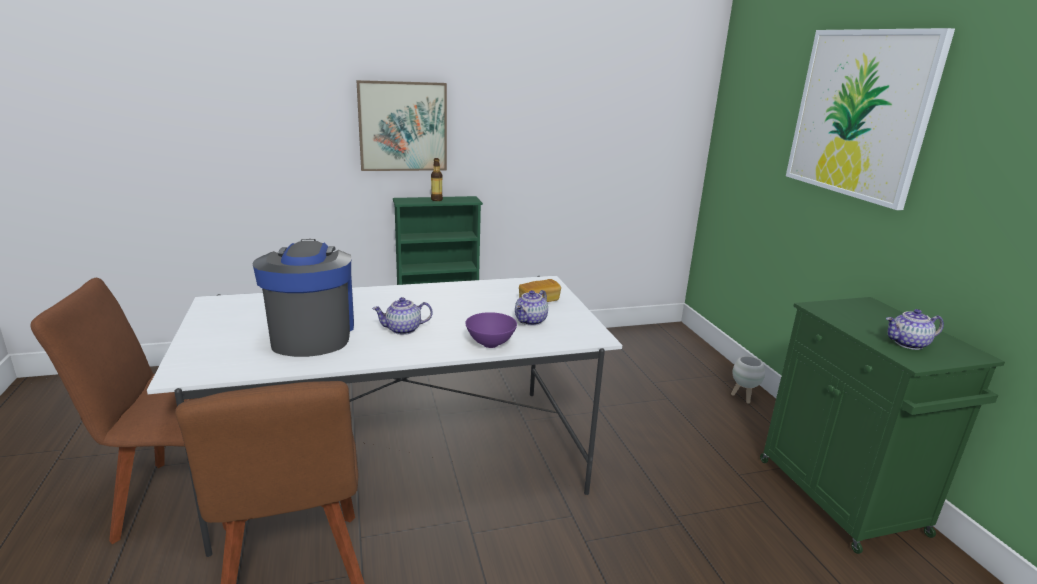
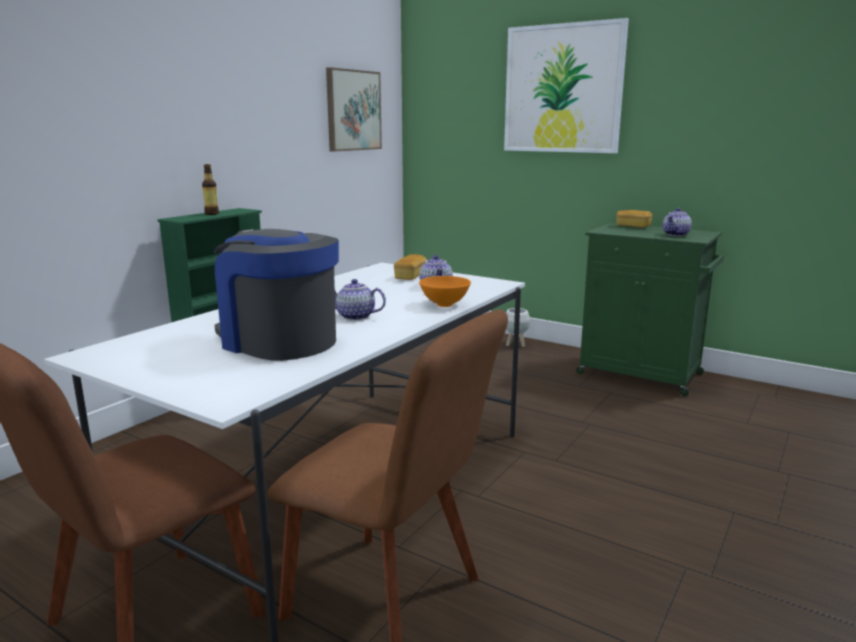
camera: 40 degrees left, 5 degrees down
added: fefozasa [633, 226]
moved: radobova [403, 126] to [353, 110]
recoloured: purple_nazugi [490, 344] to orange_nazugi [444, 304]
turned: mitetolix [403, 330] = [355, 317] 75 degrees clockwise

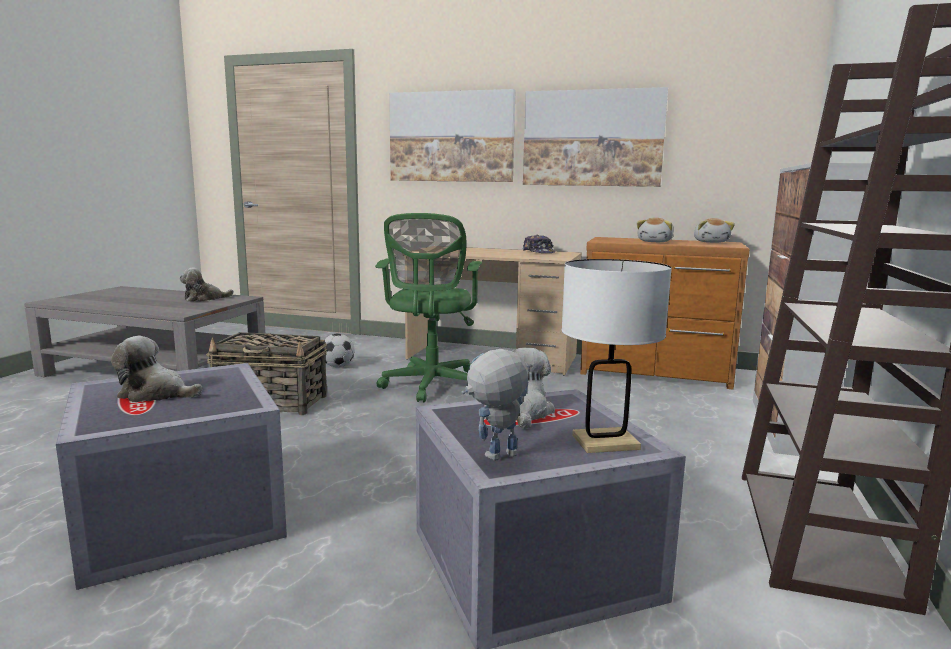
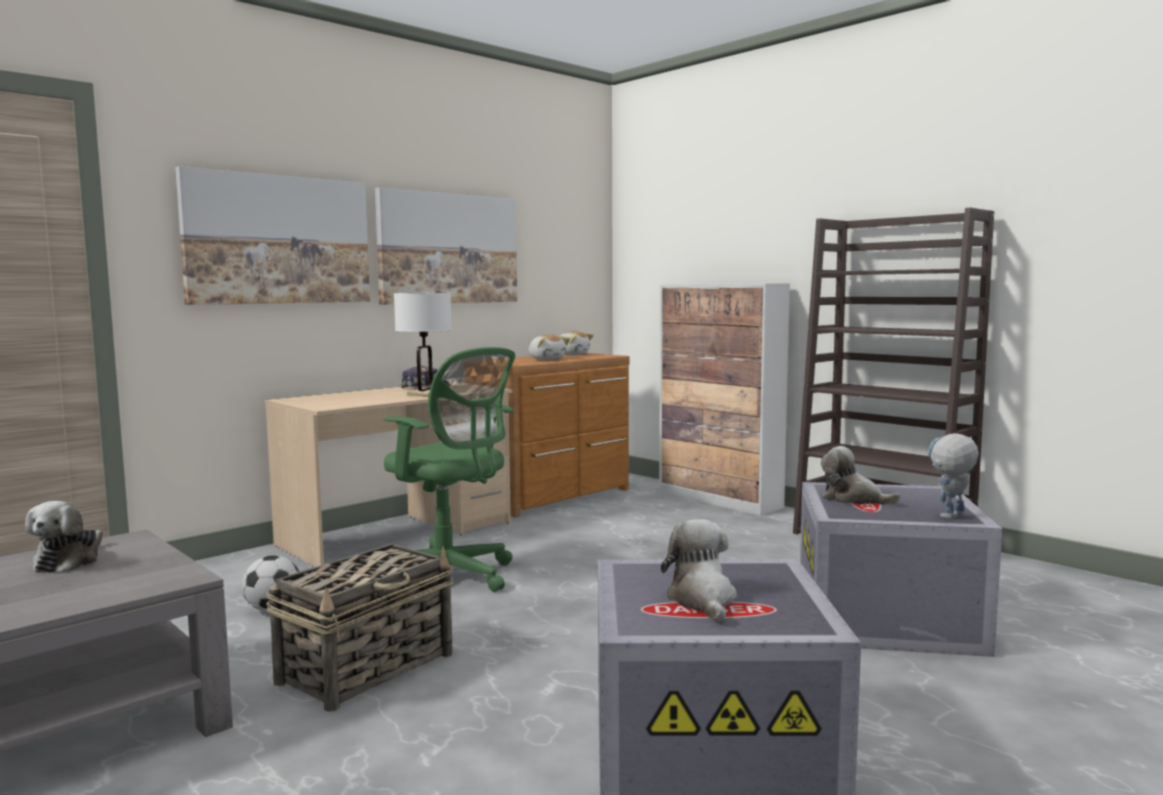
camera: 60 degrees left, 5 degrees down
moved: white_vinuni [605, 442] to [425, 394]
turned: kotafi [156, 394] = [702, 600] 135 degrees clockwise; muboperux [495, 458] = [950, 518] 60 degrees clockwise

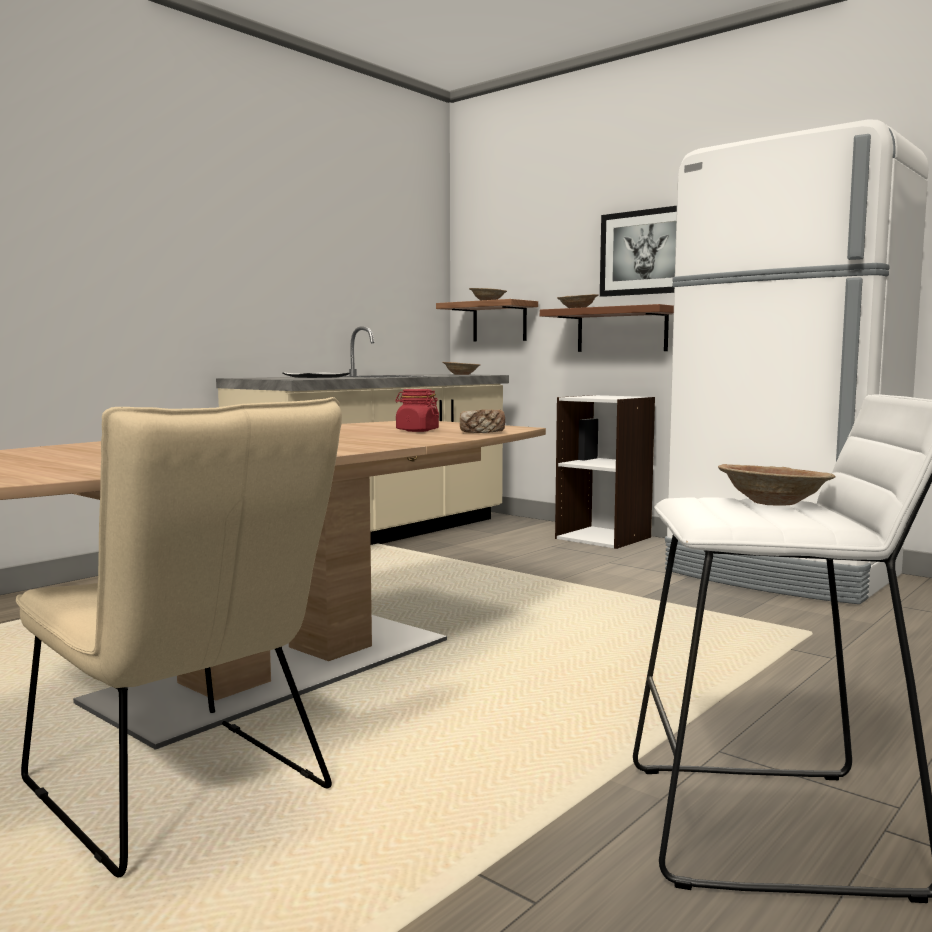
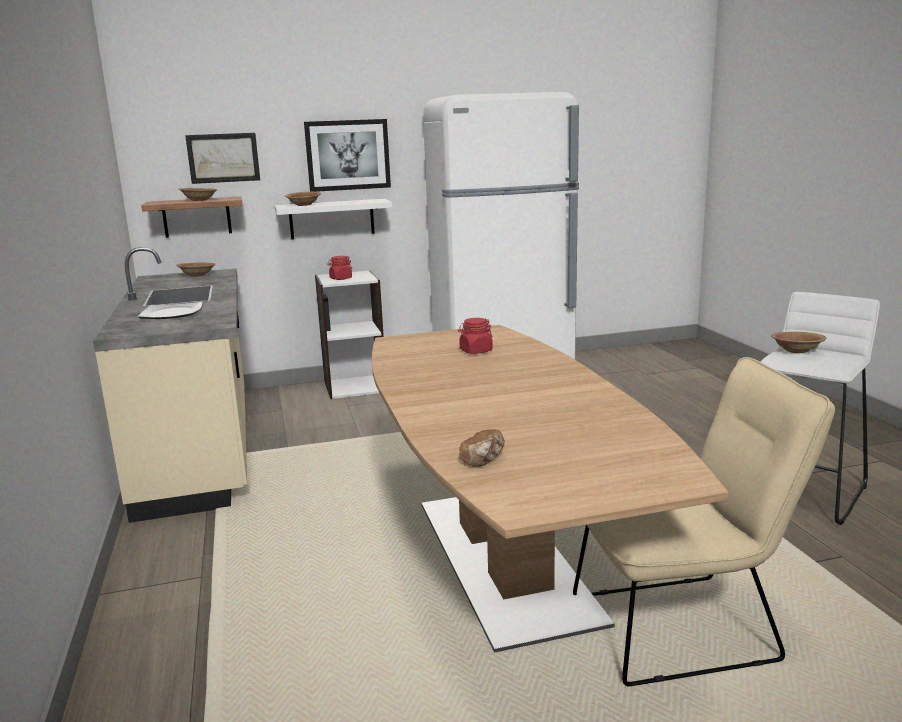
camera: 55 degrees left, 10 degrees up
added: radobova [223, 158]; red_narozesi [340, 278]
moved: fefozasa [482, 432] to [484, 459]
recoloured: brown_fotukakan [621, 330] to white_fotukakan [331, 219]

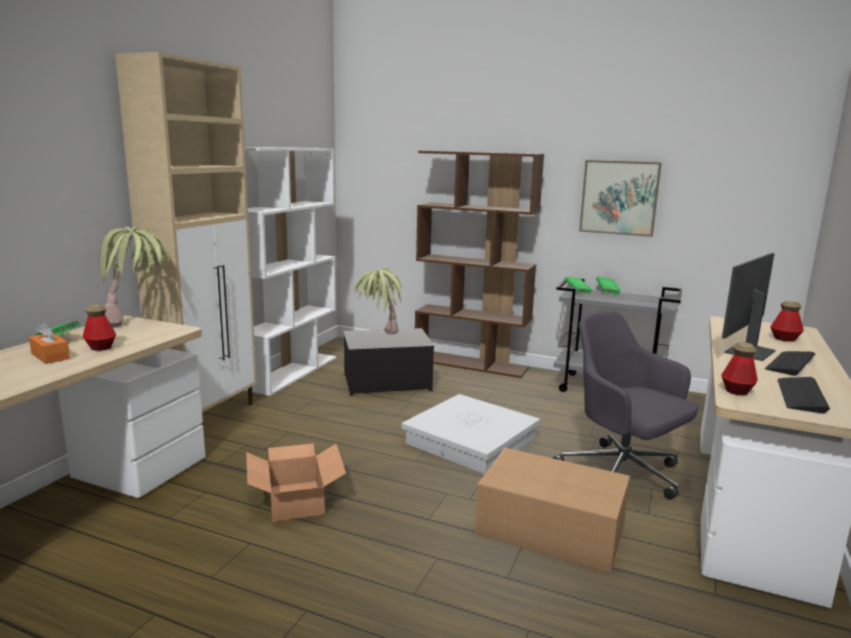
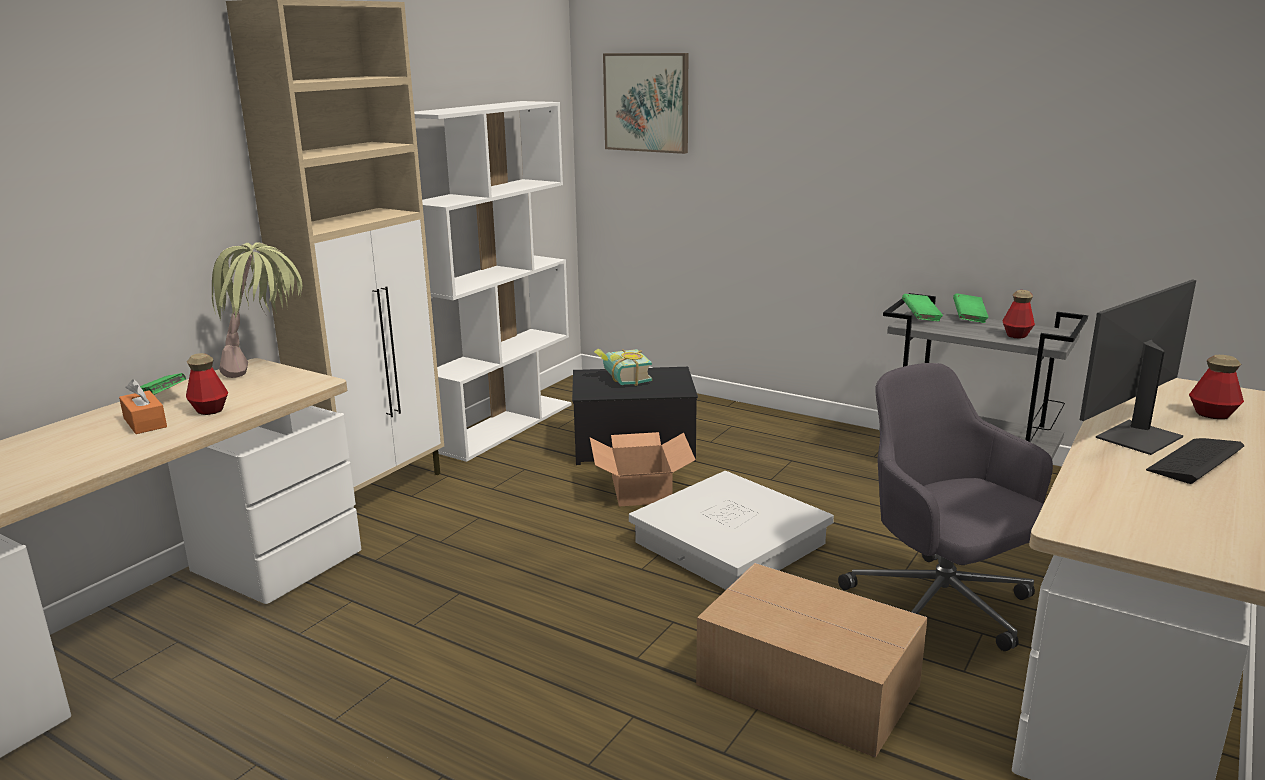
camera: 10 degrees right, 5 degrees up
removed: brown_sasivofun [471, 364]; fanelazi [801, 395]
moved: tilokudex [295, 501] to [640, 489]; radobova [619, 197] to [646, 102]; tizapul [737, 391] to [1016, 335]
replaced: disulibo [379, 336] to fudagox [622, 379]

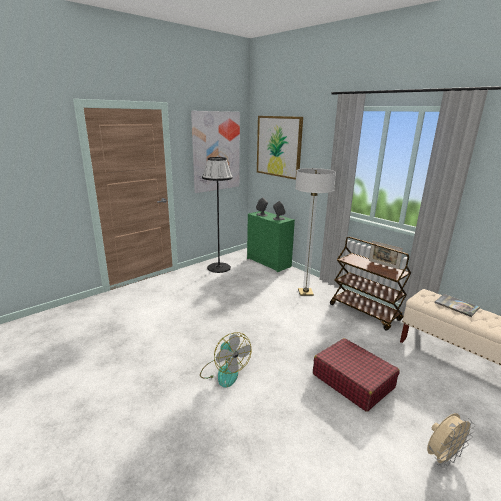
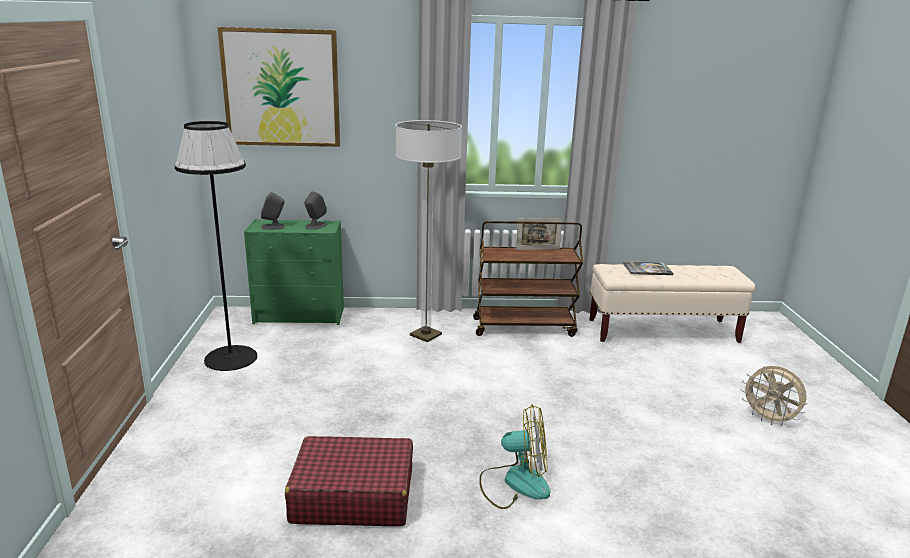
camera: 50 degrees left, 0 degrees up
removed: radobova [216, 151]
moved: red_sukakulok [352, 380] to [352, 496]
turned: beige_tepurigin [442, 457] = [769, 420] 120 degrees clockwise

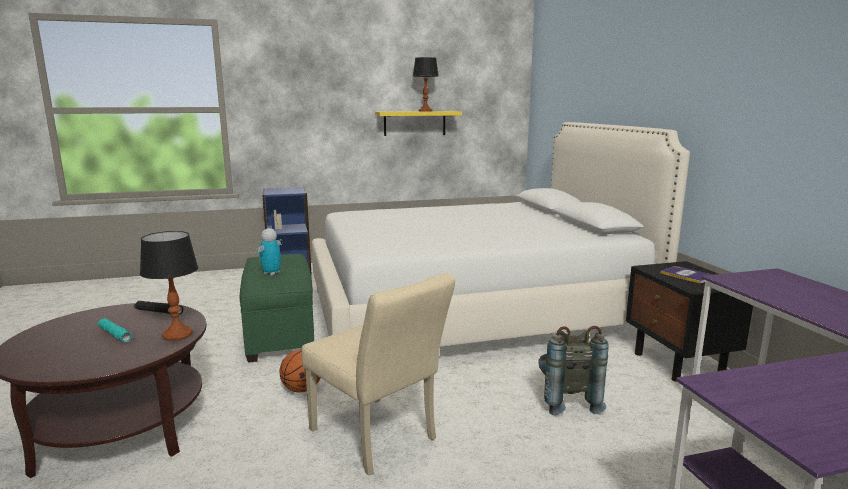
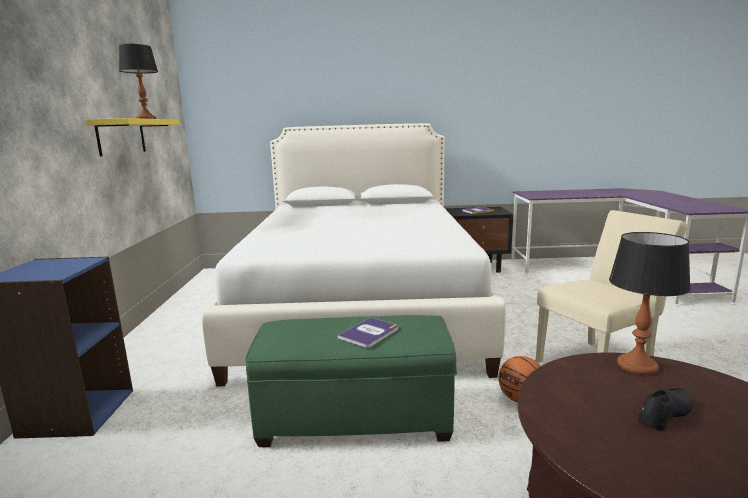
camera: 75 degrees left, 0 degrees up
removed: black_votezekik [159, 312]; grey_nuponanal [566, 400]
replaced: turquoise_votezekik [115, 334] to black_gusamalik [664, 413]; muboperux [271, 273] to fudagox [369, 333]

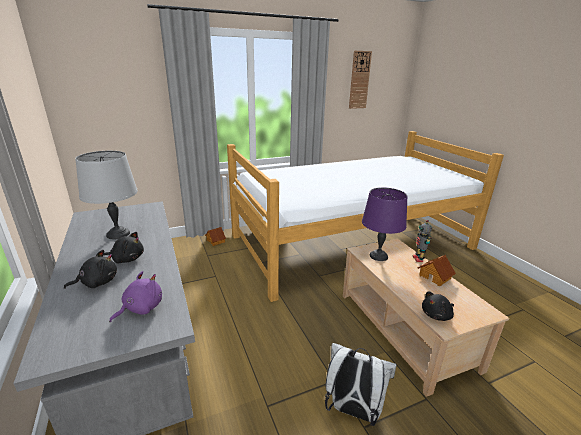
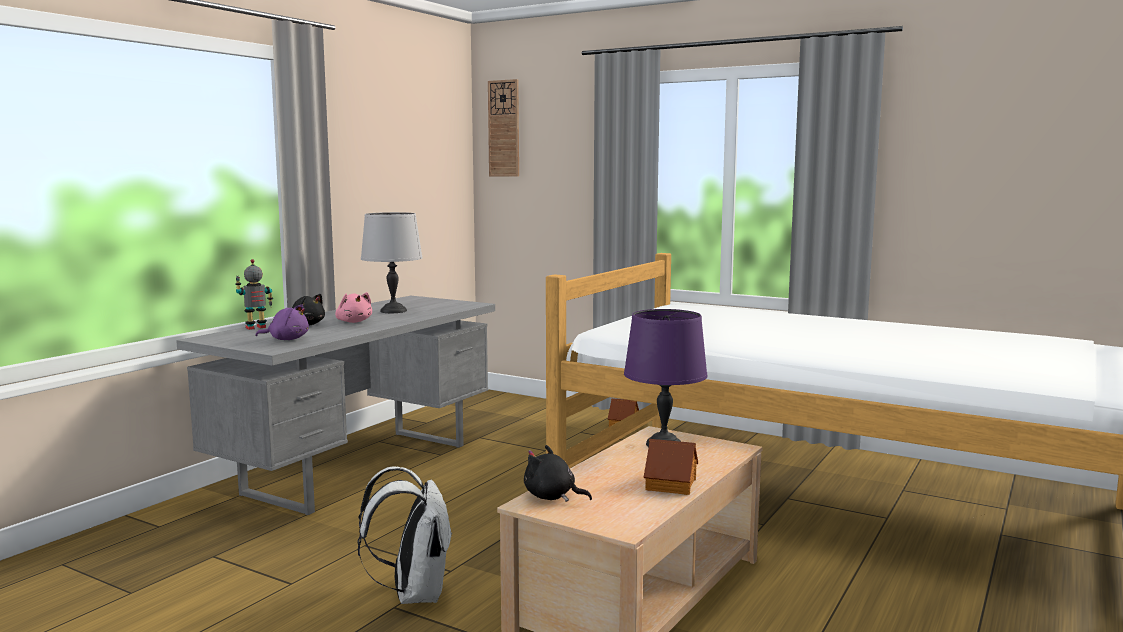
camera: 55 degrees right, 15 degrees down
moved: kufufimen [359, 80] to [504, 128]; muboperux [418, 259] to [256, 328]
recoloured: black_kotafi [127, 259] to pink_kotafi [354, 322]

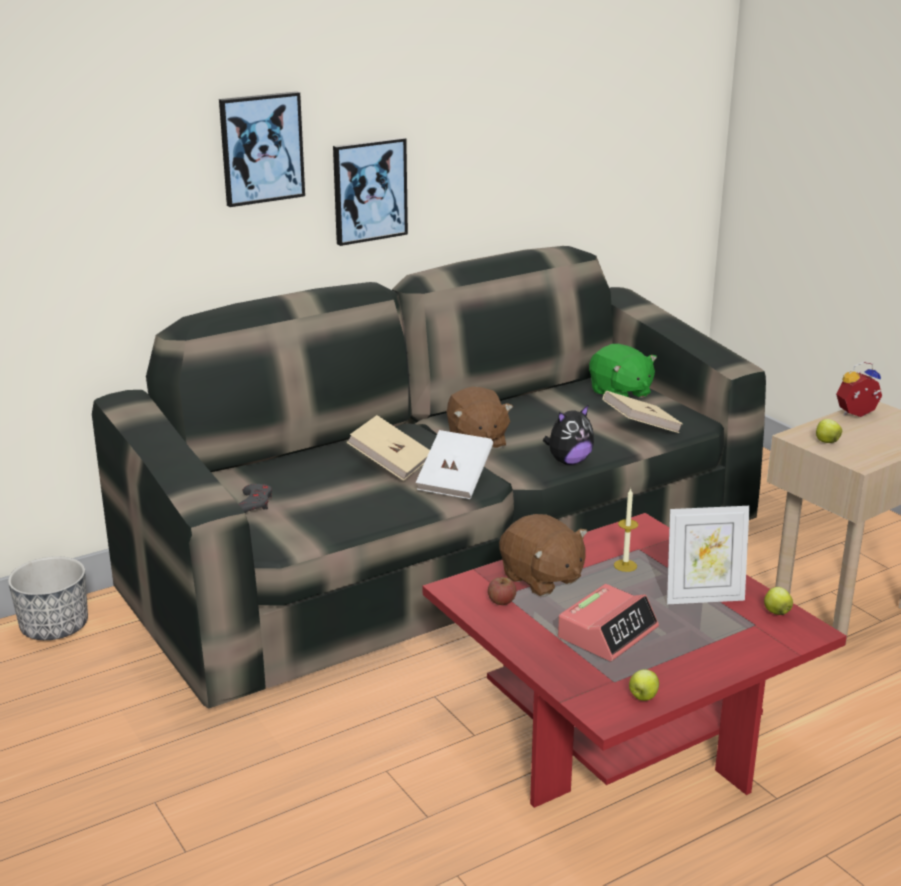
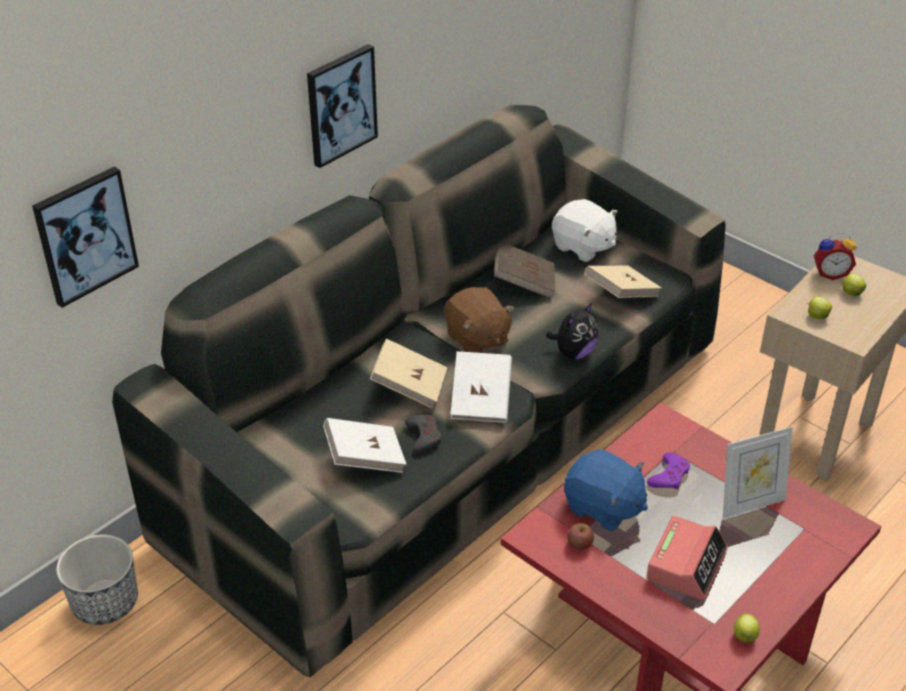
camera: 15 degrees left, 15 degrees up
added: white_fudagox [365, 459]; brown_fudagox [524, 282]
moved: radobova [261, 148] to [85, 235]; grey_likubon [254, 503] to [423, 436]; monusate [776, 612] to [851, 293]
replaced: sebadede [625, 565] to purple_likubon [669, 476]
recoloured: brown_kotafi [541, 579] to blue_kotafi [603, 507]; green_kotafi [620, 393] to white_kotafi [583, 247]
turned: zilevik [858, 415] = [830, 273] 150 degrees counterclockwise

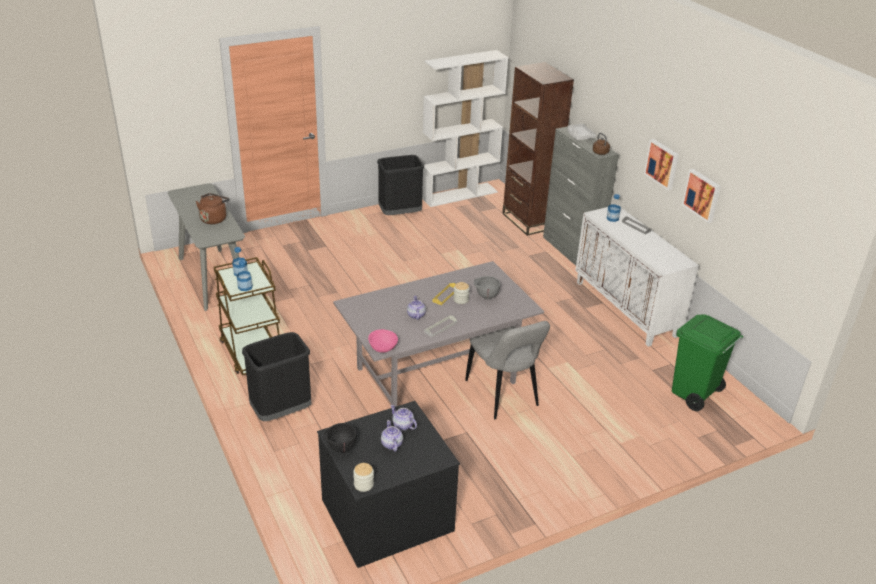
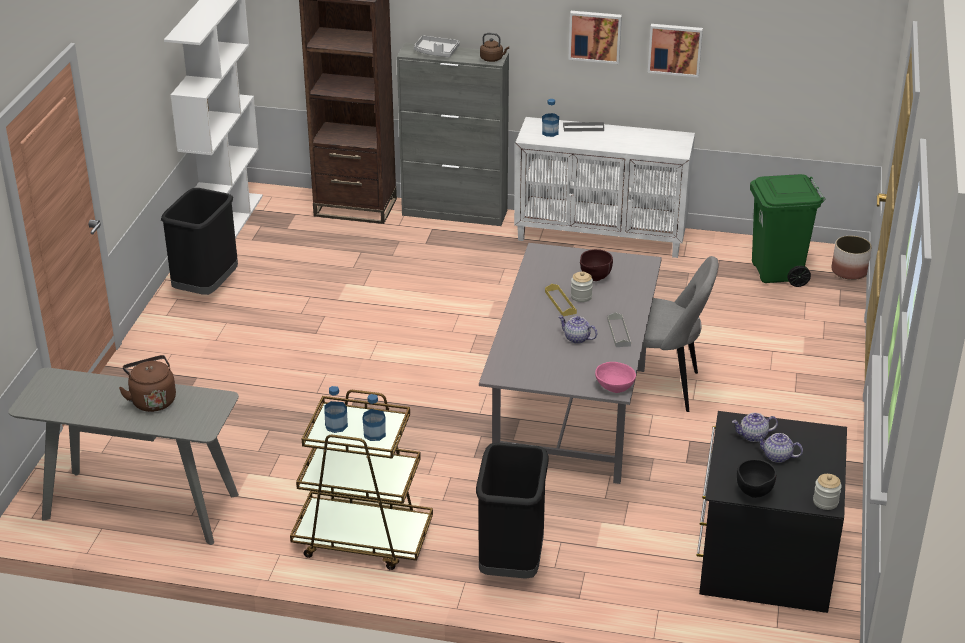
camera: 50 degrees left, 0 degrees up
added: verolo [849, 271]
recoloured: grey_nazugi [485, 297] to brown_nazugi [594, 279]

